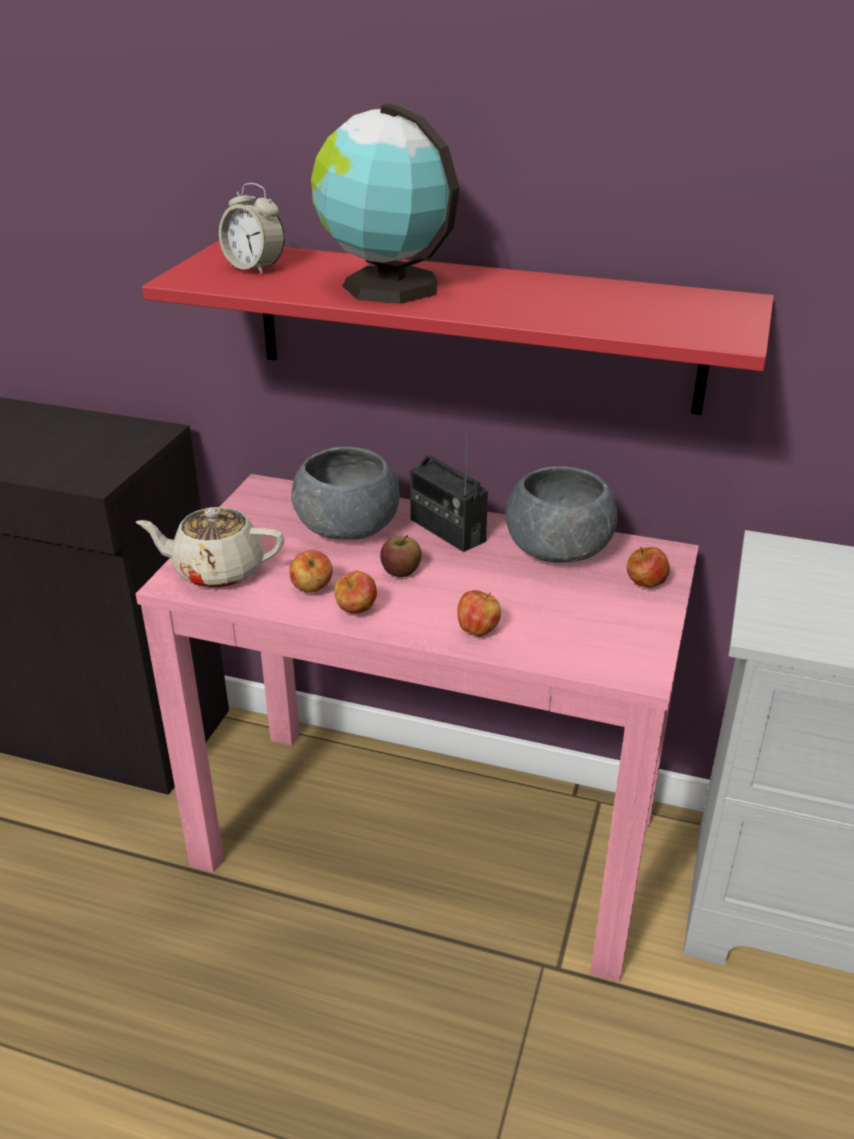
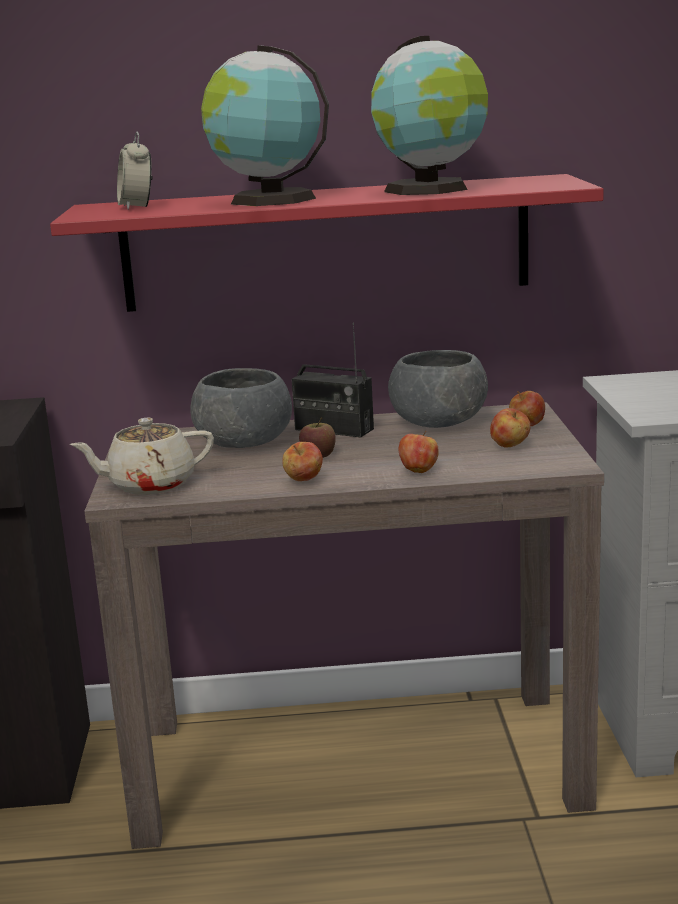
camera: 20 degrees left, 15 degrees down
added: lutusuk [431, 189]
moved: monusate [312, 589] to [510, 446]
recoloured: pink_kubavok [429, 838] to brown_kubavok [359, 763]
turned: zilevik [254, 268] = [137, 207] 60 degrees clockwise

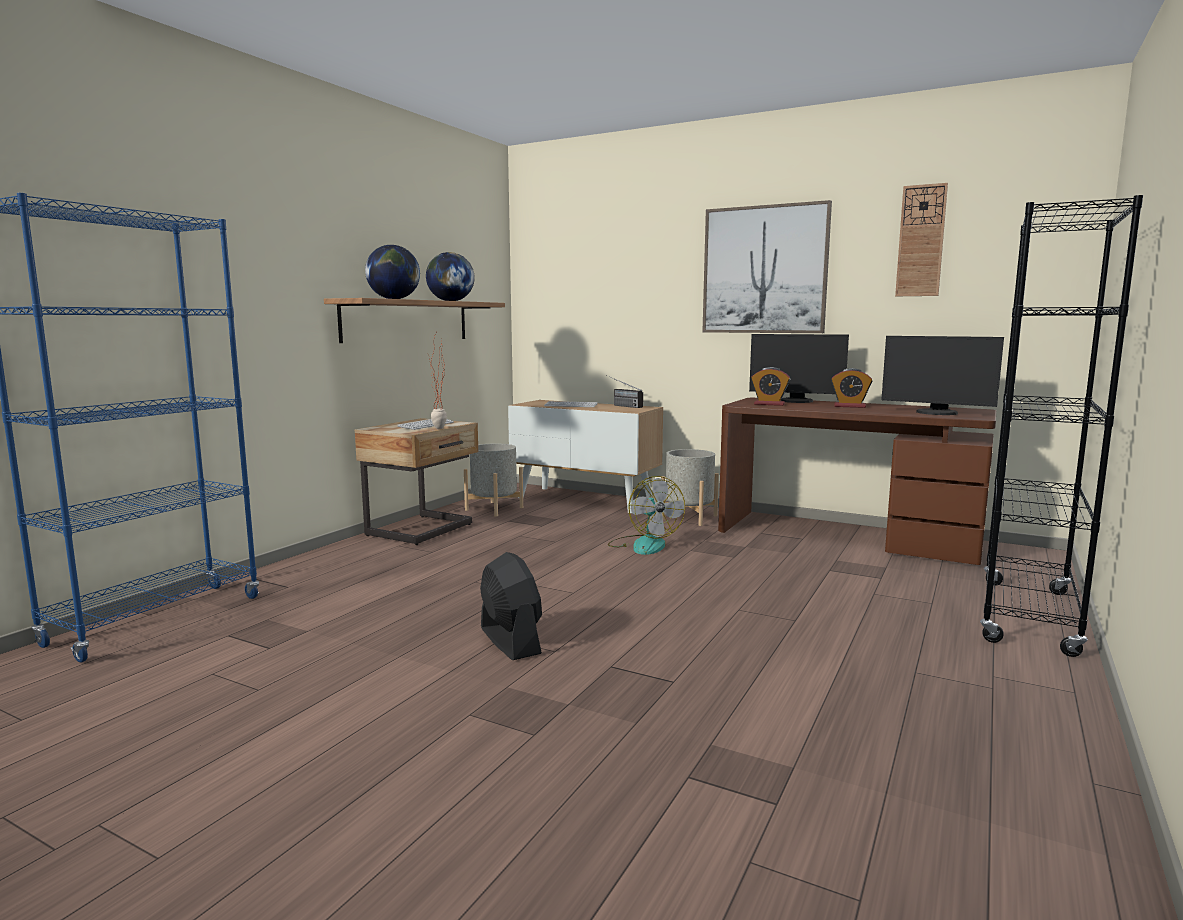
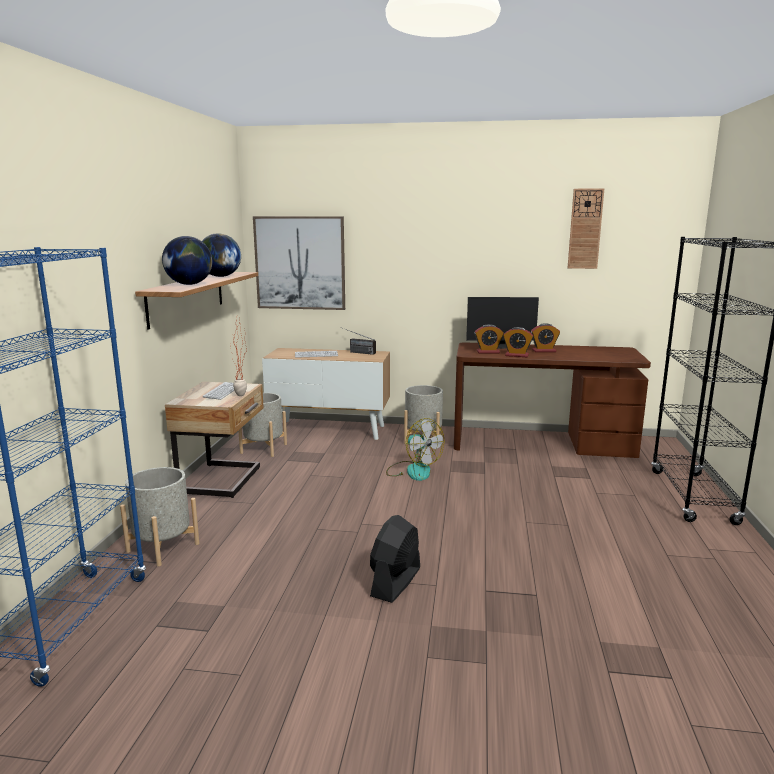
camera: 20 degrees left, 5 degrees up
removed: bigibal [936, 413]
added: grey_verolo [163, 547]; zilevik [517, 355]
moved: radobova [764, 270] to [300, 263]
turned: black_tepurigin [510, 640] = [395, 582] 105 degrees counterclockwise

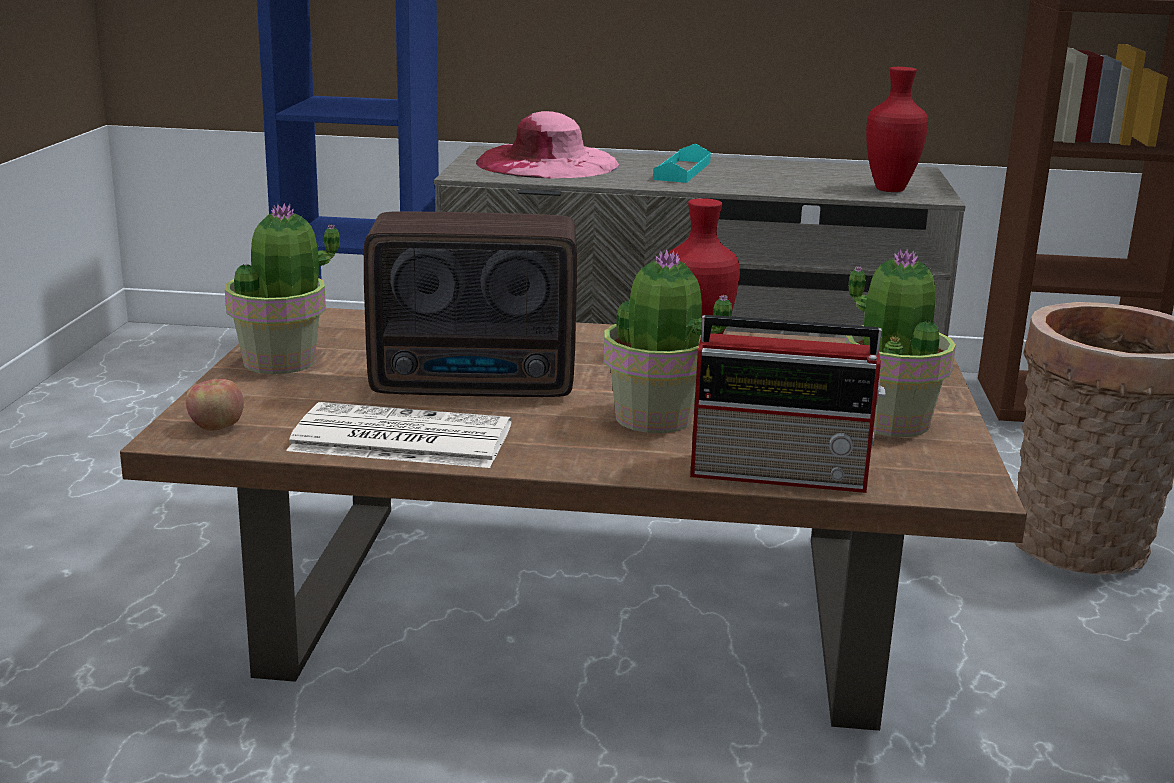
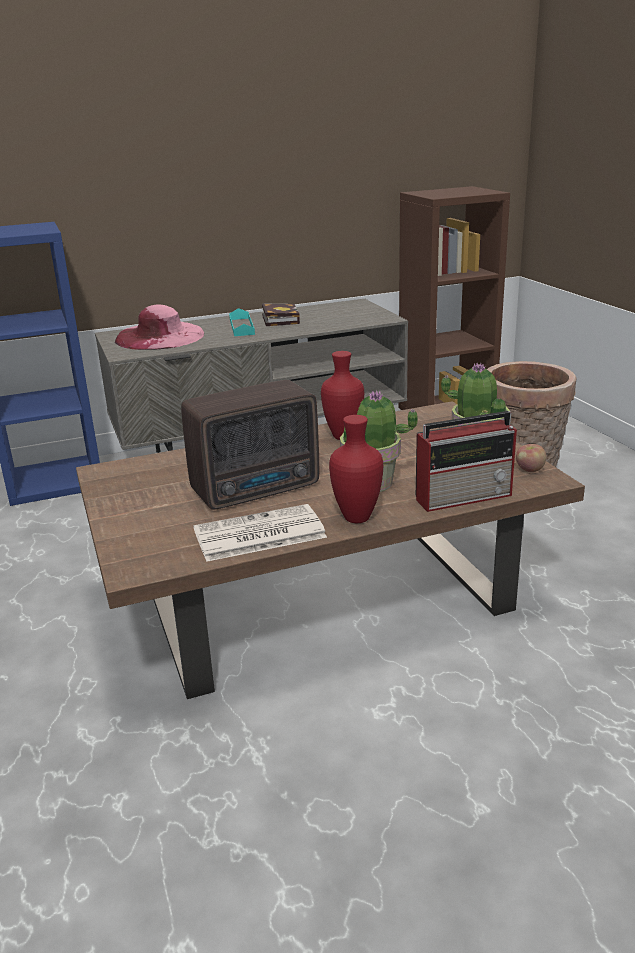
camera: 25 degrees left, 5 degrees up
removed: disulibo [281, 362]
added: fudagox [279, 319]
moved: monusate [216, 427] to [530, 470]; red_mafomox [891, 189] to [357, 517]

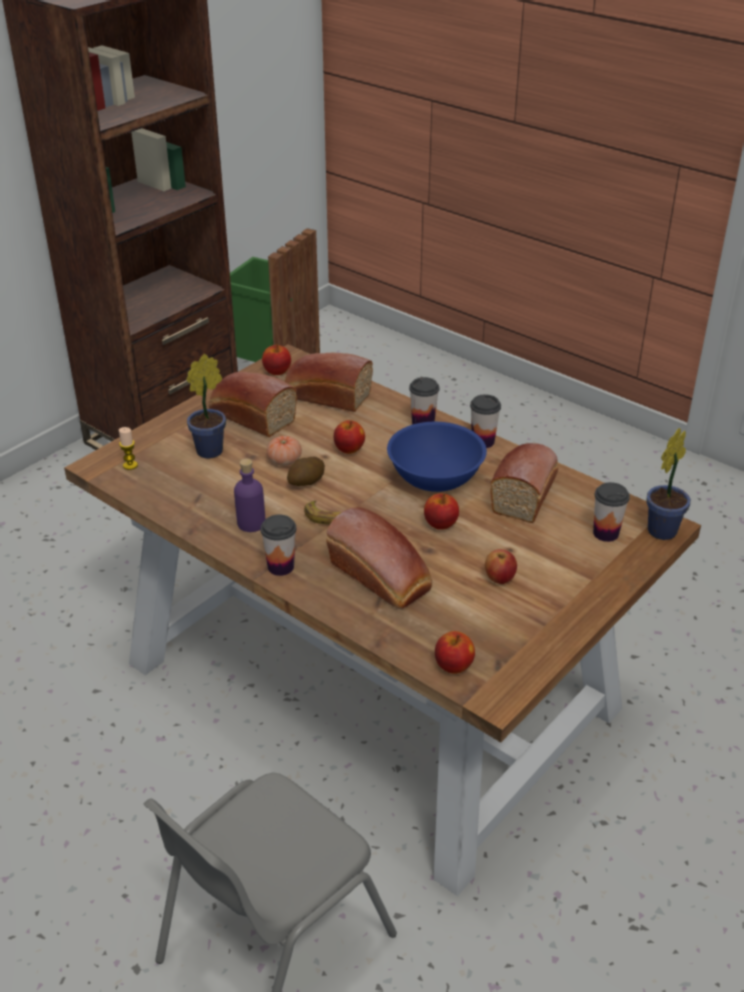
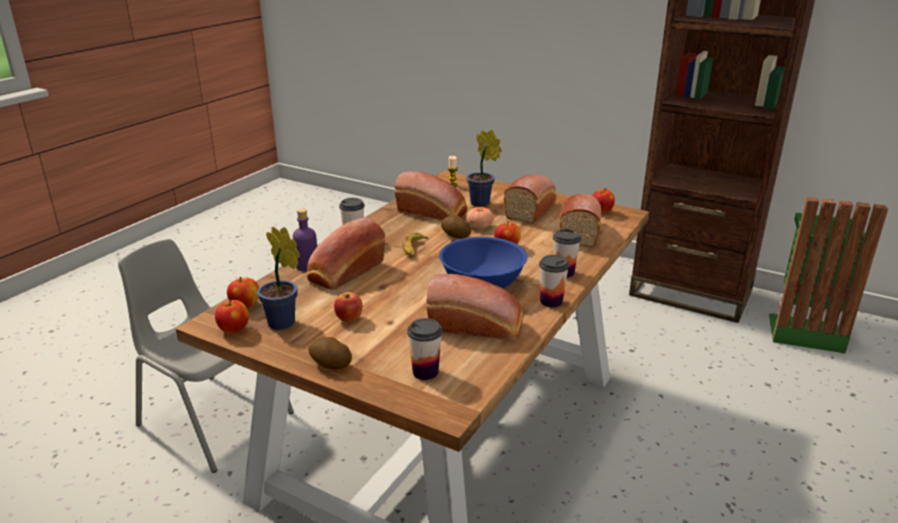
camera: 80 degrees right, 10 degrees down
added: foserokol [330, 364]; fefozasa [433, 212]
moved: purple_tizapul [251, 523] to [307, 266]; monusate [440, 524] to [234, 330]; disulibo [664, 529] to [284, 324]

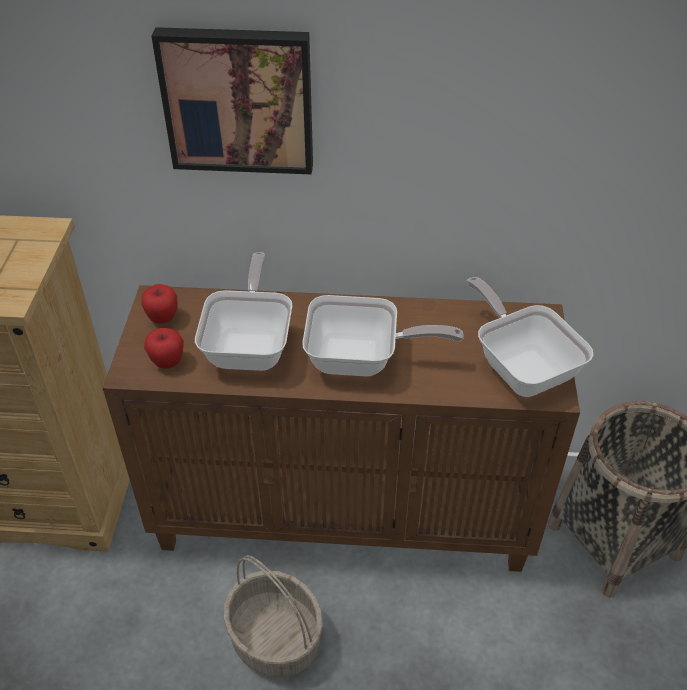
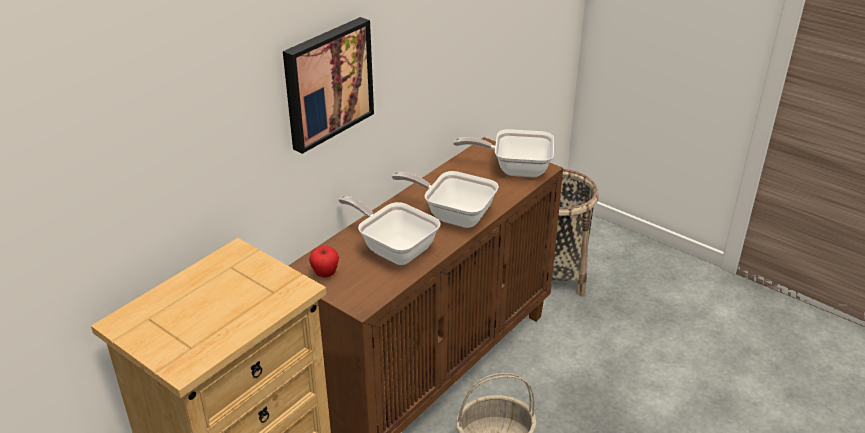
camera: 55 degrees left, 10 degrees down
removed: monusate [167, 362]
turned: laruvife [362, 360] = [453, 214] 105 degrees counterclockwise

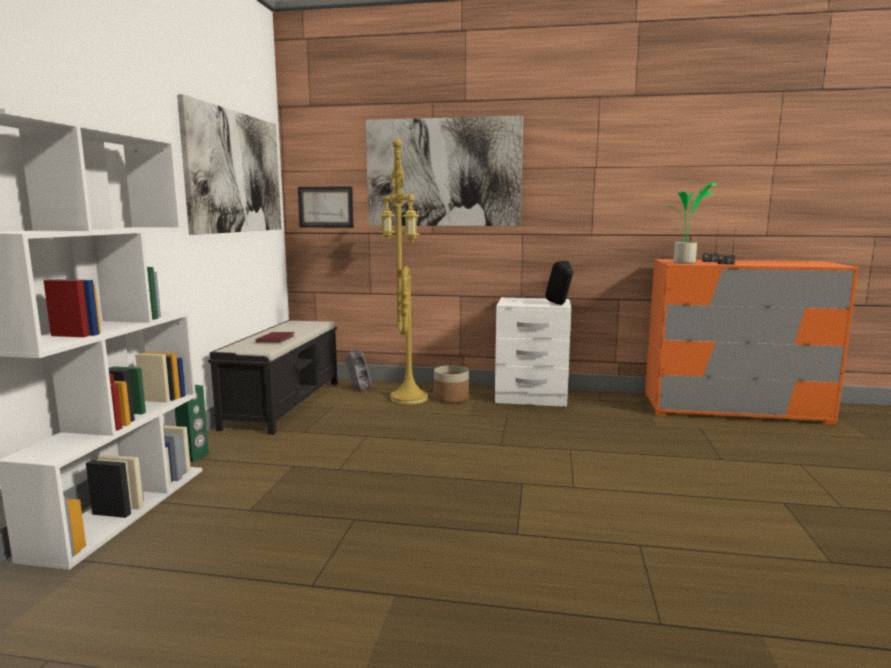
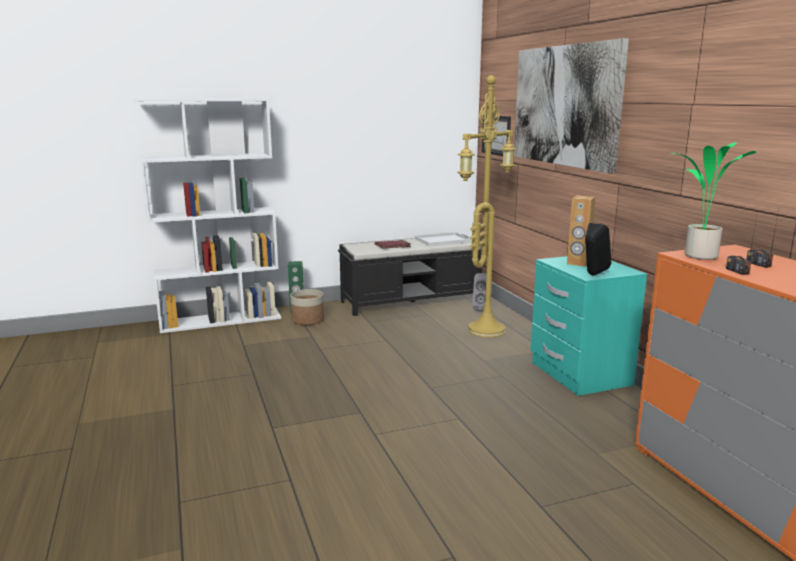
camera: 60 degrees right, 5 degrees up
removed: radobova [235, 172]
added: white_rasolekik [443, 240]; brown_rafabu [578, 263]
moved: verolo [451, 398] to [308, 320]
recoloured: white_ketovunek [531, 397] to turquoise_ketovunek [579, 374]

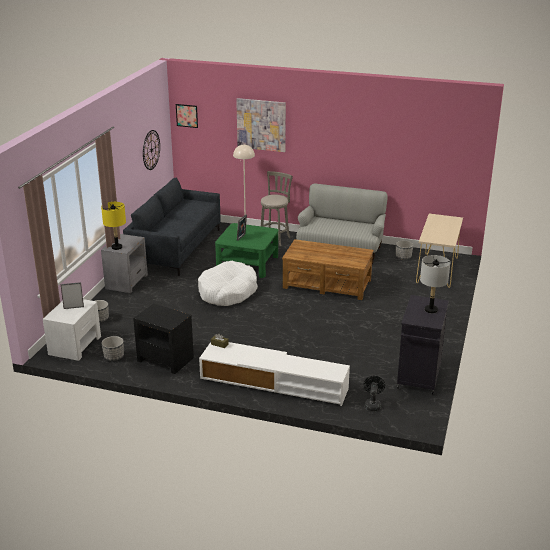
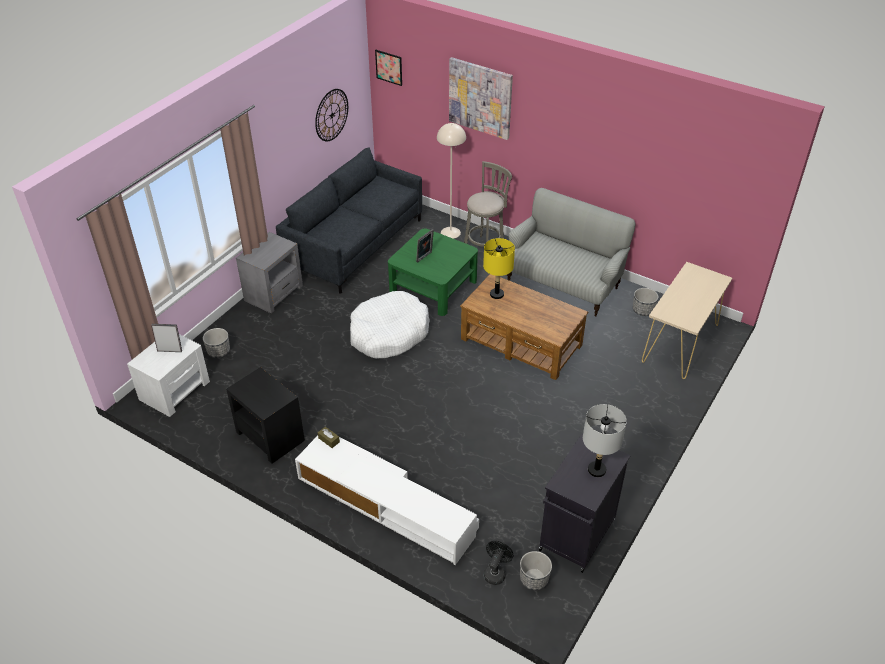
camera: 15 degrees right, 15 degrees up
moved: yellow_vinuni [117, 247] to [496, 294]; verolo [114, 357] to [533, 579]

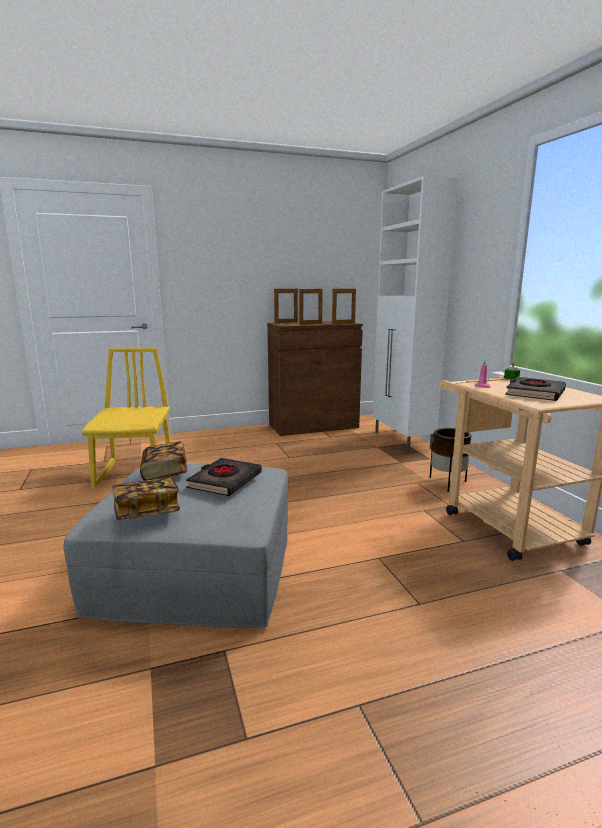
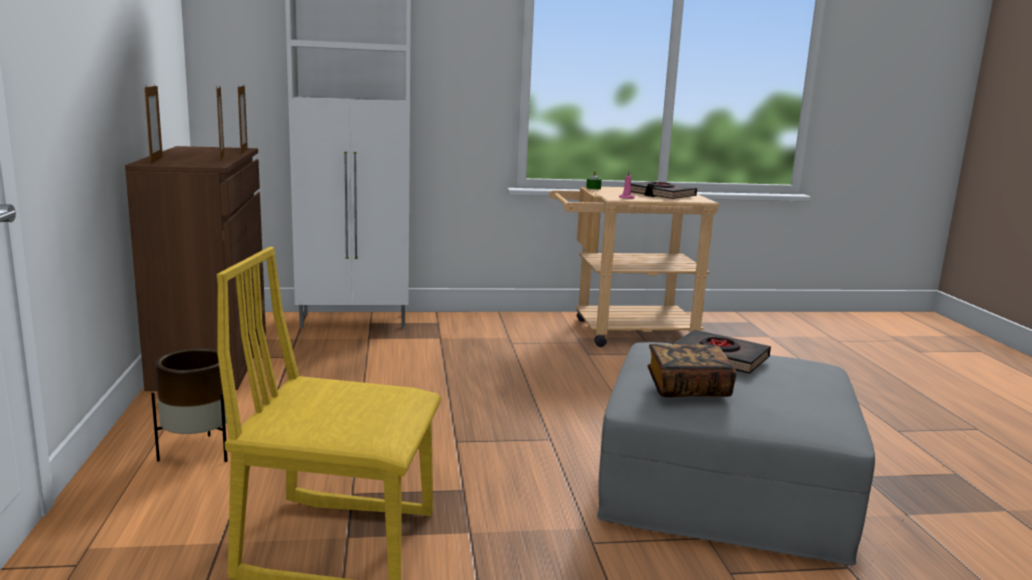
camera: 80 degrees left, 0 degrees up
removed: fudagox [146, 512]
moved: brown_verolo [448, 483] to [198, 452]

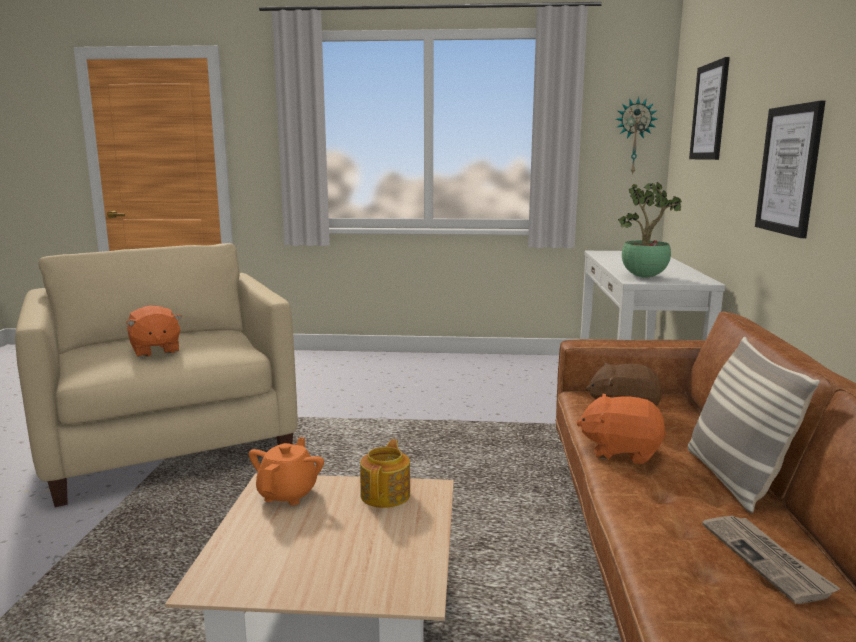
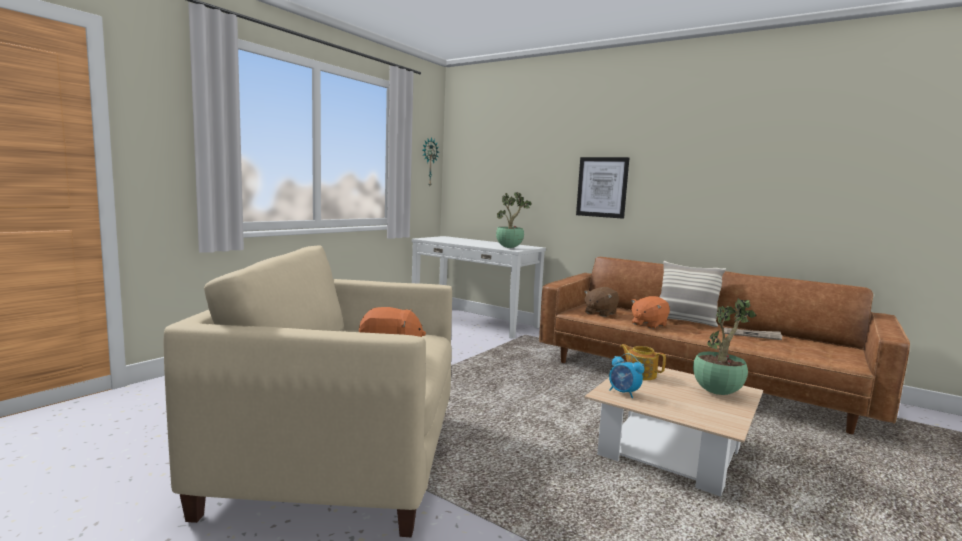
camera: 60 degrees left, 5 degrees down
removed: radobova [709, 111]
added: disulibo [717, 392]
replaced: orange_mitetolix [288, 494] to zilevik [623, 393]

